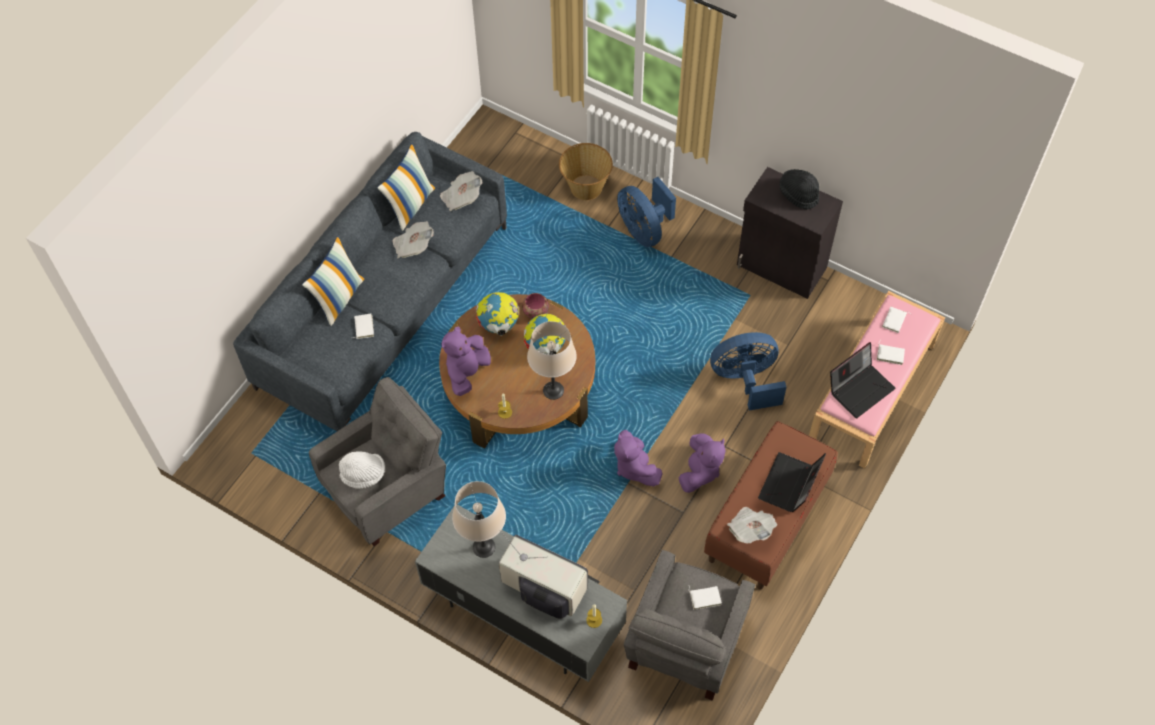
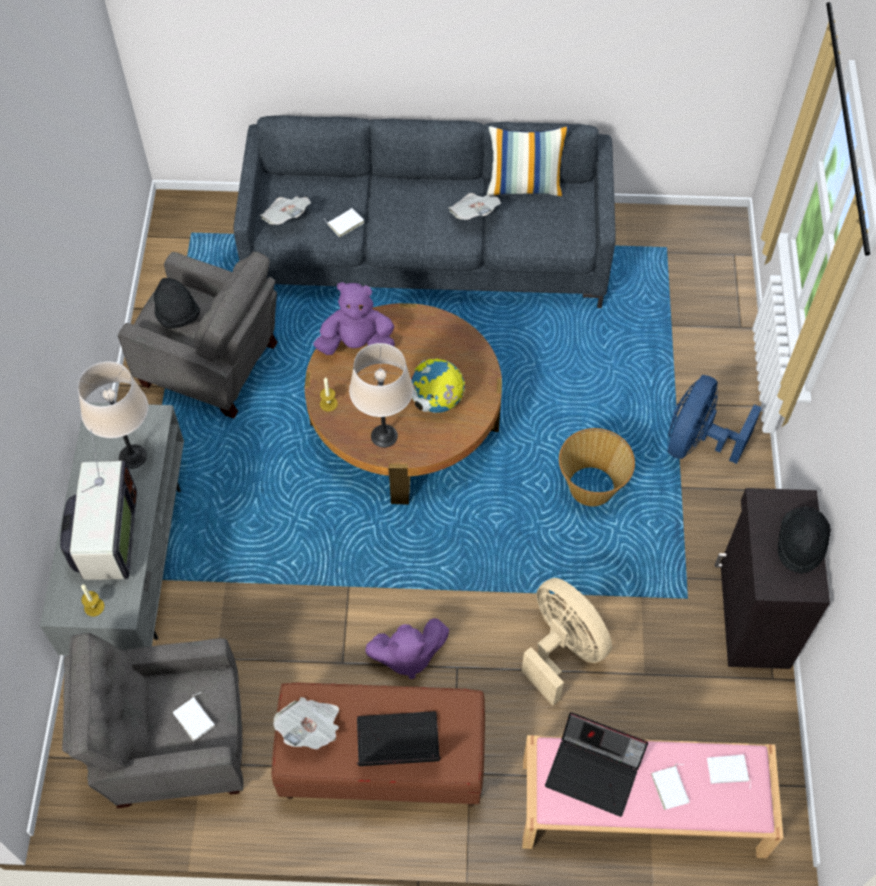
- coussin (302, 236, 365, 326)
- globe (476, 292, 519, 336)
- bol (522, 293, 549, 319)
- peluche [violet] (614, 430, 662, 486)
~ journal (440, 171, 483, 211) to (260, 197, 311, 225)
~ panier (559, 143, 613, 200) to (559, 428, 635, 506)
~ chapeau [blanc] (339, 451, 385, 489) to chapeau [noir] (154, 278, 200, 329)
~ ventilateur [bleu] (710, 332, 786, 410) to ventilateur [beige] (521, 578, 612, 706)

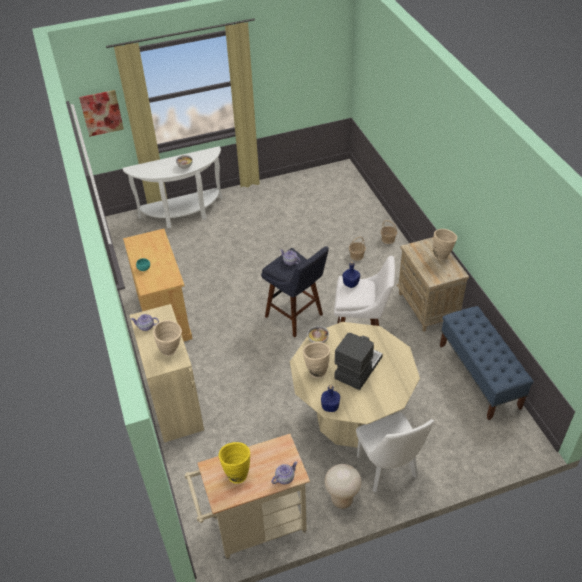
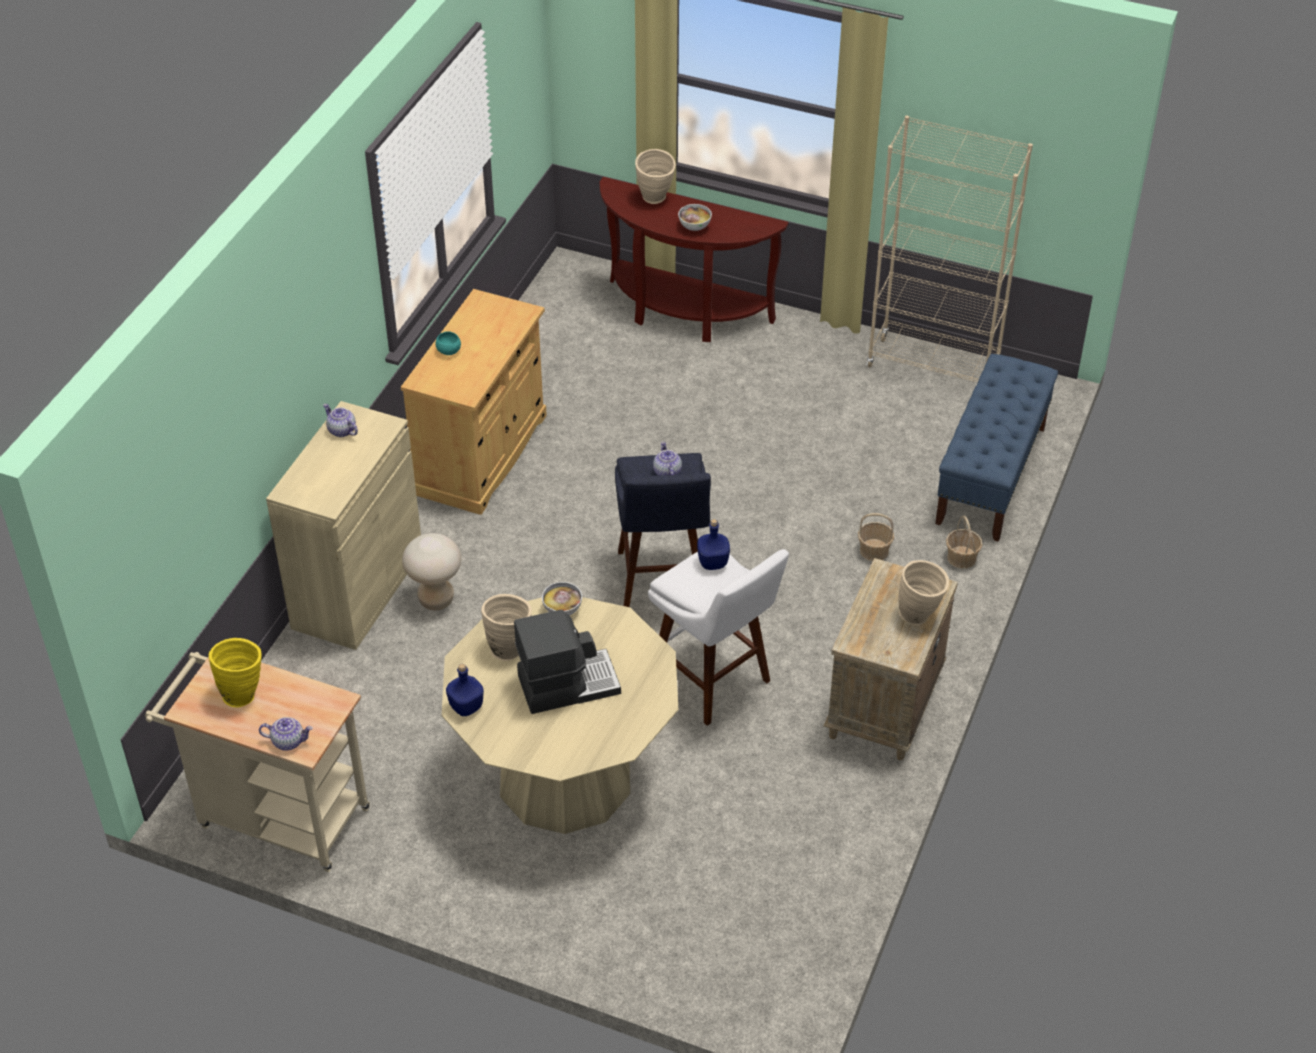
- tableau (79, 90, 124, 137)
- chaise [blanc] (356, 413, 434, 492)
+ bibliothèque [beige] (866, 115, 1033, 382)
~ vase [beige] (153, 320, 182, 356) to (635, 149, 676, 204)
~ tabouret [beige] (325, 464, 361, 509) to (402, 533, 461, 610)
~ banc [bleu] (440, 306, 534, 420) to (935, 354, 1058, 542)
~ table console [blanc] (122, 146, 223, 228) to table console [marron] (600, 177, 789, 342)

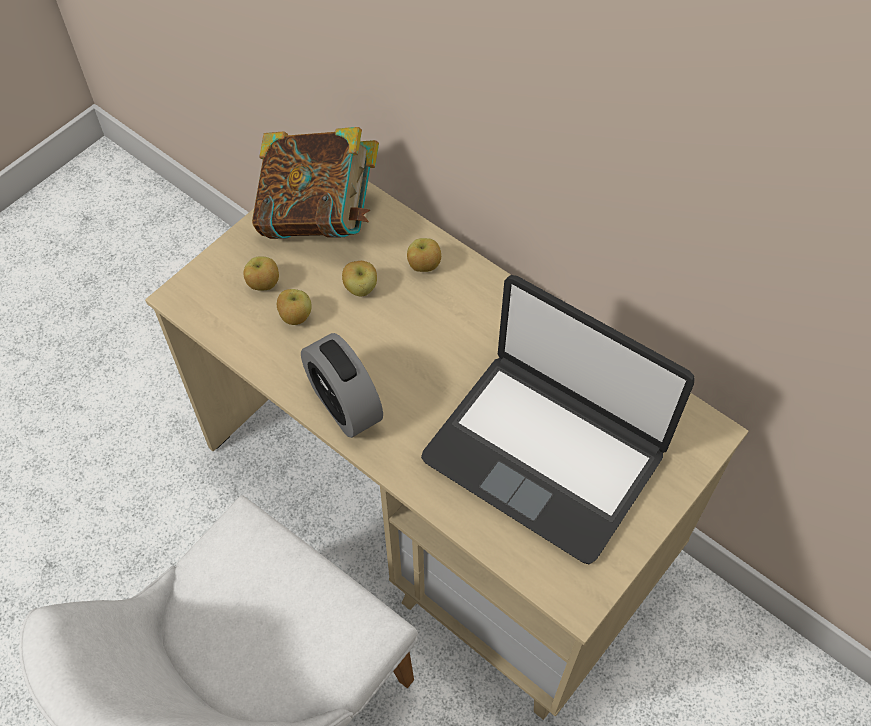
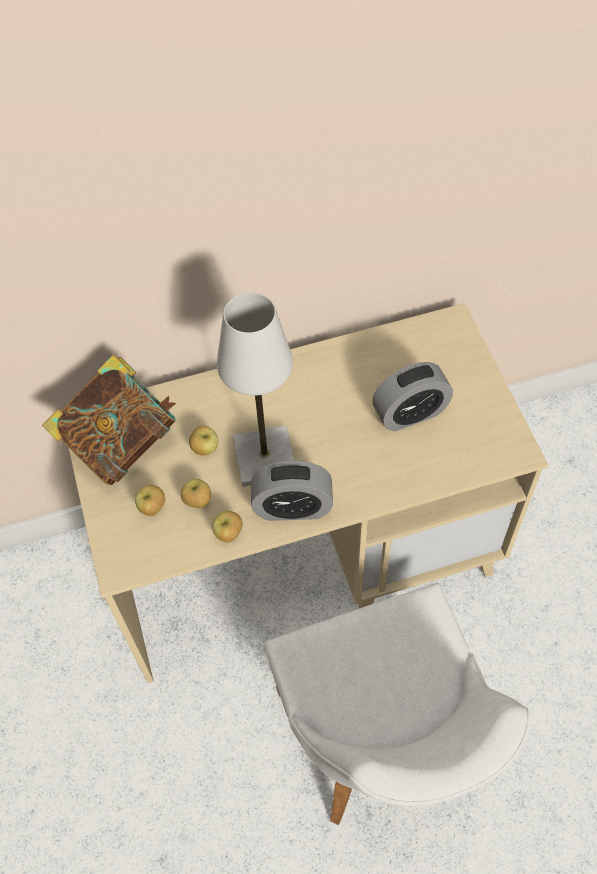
+ lampe de table [blanc] (217, 292, 295, 487)
~ pomme (407, 238, 441, 272) to (212, 511, 243, 542)
~ ordinateur portable (421, 275, 695, 564) to réveil (372, 362, 453, 431)

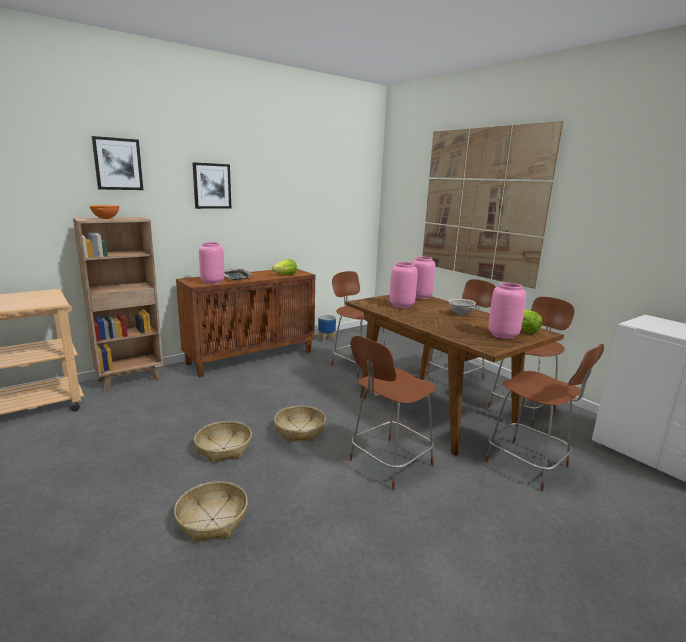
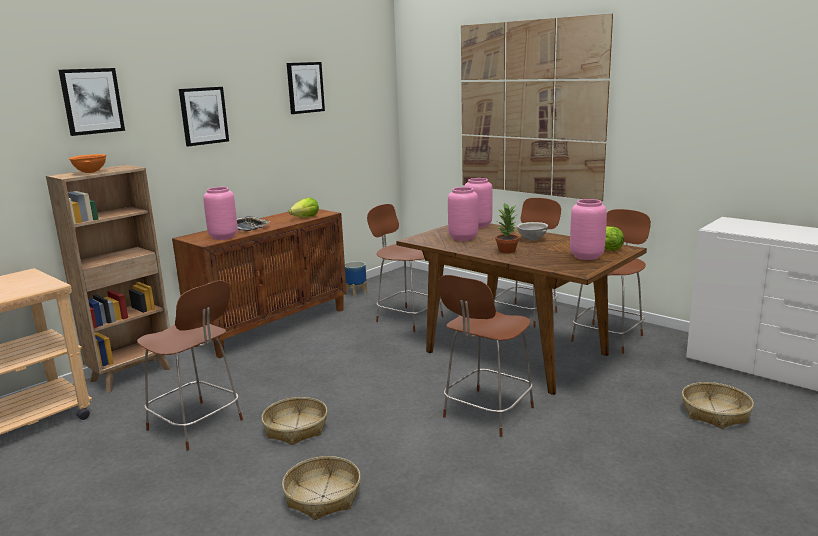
+ tableau (287, 62, 325, 114)
+ plante en pot (495, 204, 519, 253)
~ panier (274, 406, 326, 442) to (682, 382, 754, 429)
~ chaise [marron] (485, 344, 604, 491) to (137, 280, 243, 451)

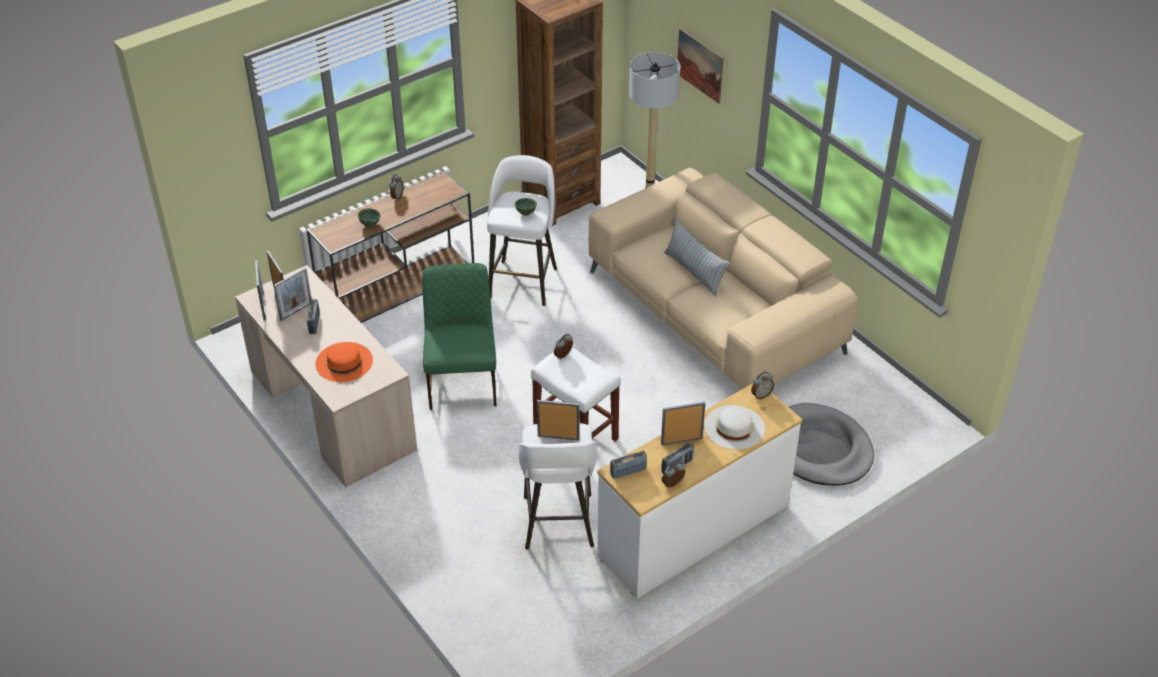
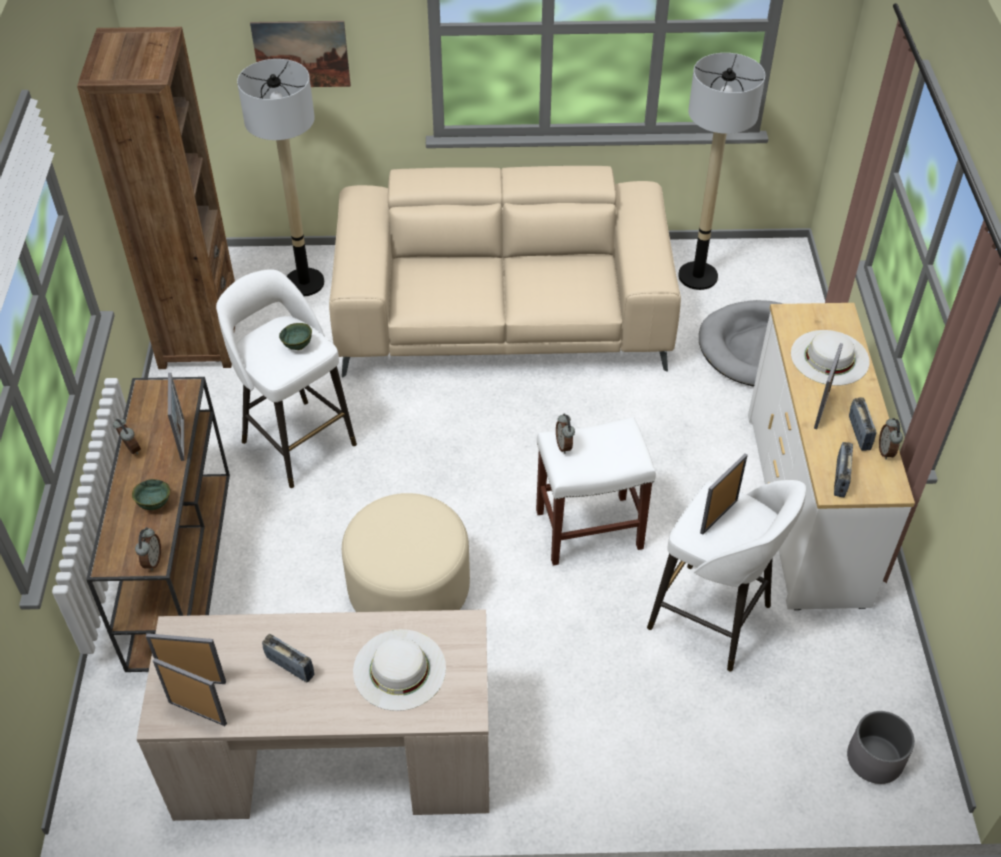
- coussin (664, 219, 729, 297)
+ lampadaire (678, 53, 765, 290)
+ cache-pot [gris] (847, 711, 915, 784)
~ cadre photo (274, 268, 312, 321) to (168, 373, 184, 461)
~ réveil (751, 372, 774, 399) to (135, 527, 161, 571)
~ chaise [vert] (422, 263, 497, 410) to pouf [beige] (342, 493, 470, 612)
~ chapeau [orange] (315, 342, 373, 382) to chapeau [blanc] (353, 629, 446, 711)

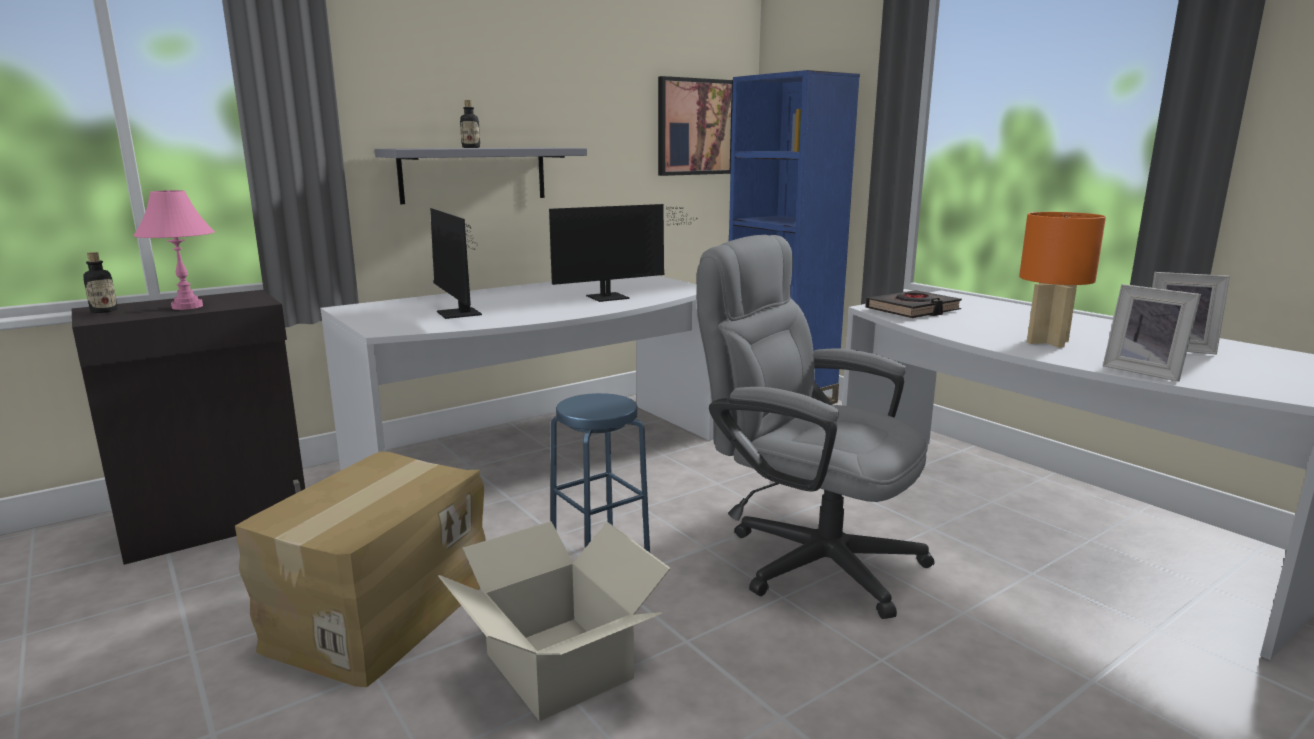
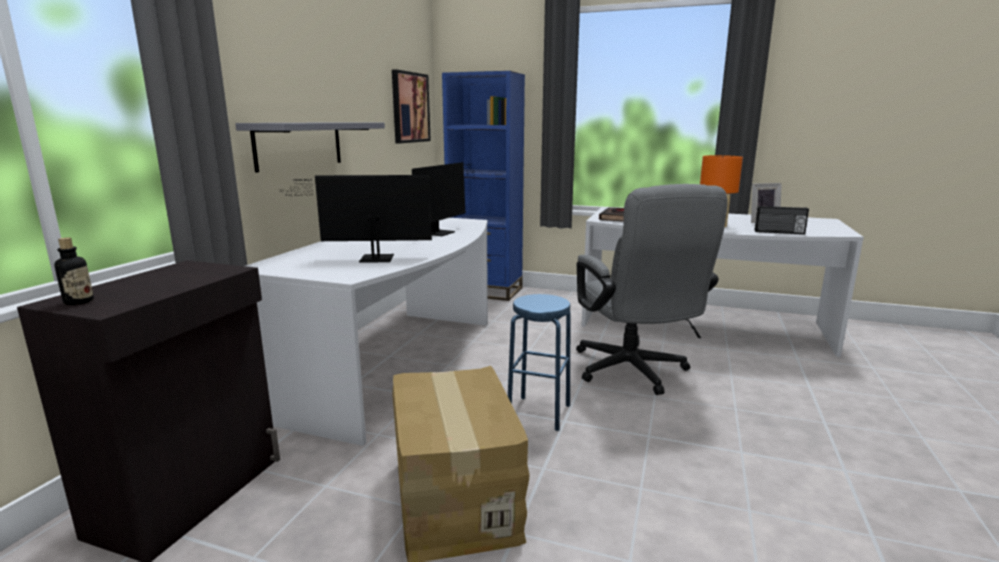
- lampe de table [rose] (133, 190, 215, 310)
- carton (438, 521, 671, 721)
- bouteille (460, 100, 480, 148)
~ cadre photo (1103, 284, 1201, 381) to radio (755, 206, 809, 234)
~ écran d'ordinateur (430, 208, 482, 319) = (279, 175, 432, 263) 150 degrees clockwise
~ chaise de bureau [gris] (697, 235, 935, 619) = (576, 184, 728, 395) 105 degrees counterclockwise

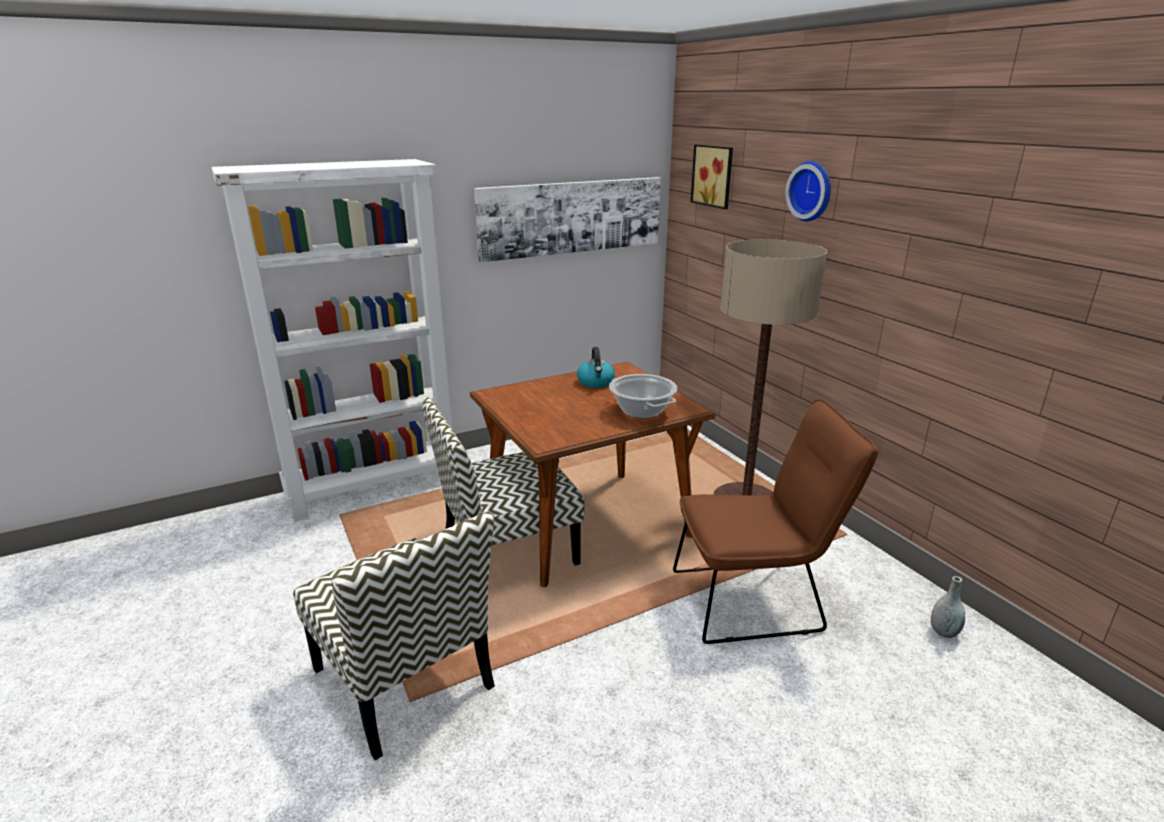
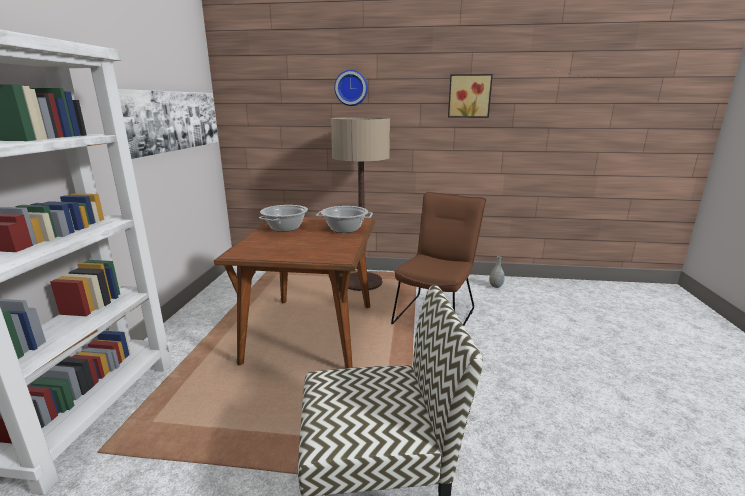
- chaise (422, 397, 584, 565)
~ tableau (691, 144, 733, 209) to (448, 74, 493, 118)
~ bouilloire (577, 347, 615, 388) to marmite (259, 205, 308, 232)

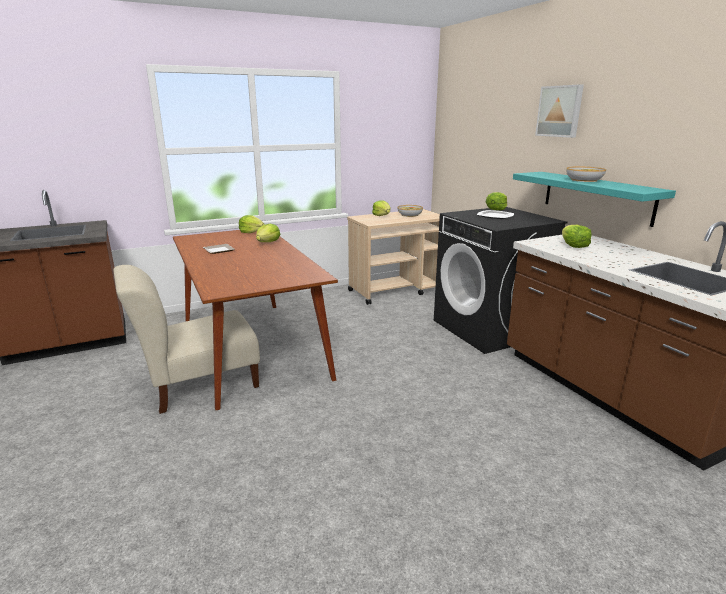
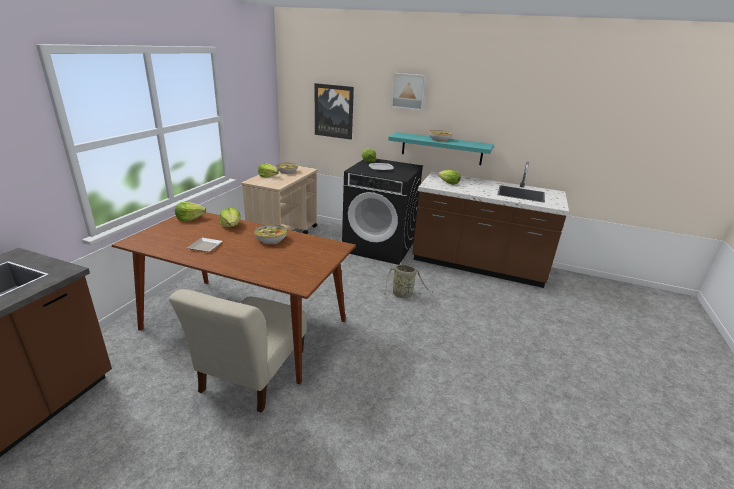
+ bol (254, 224, 287, 244)
+ tableau (315, 83, 354, 140)
+ panier (382, 265, 433, 298)

